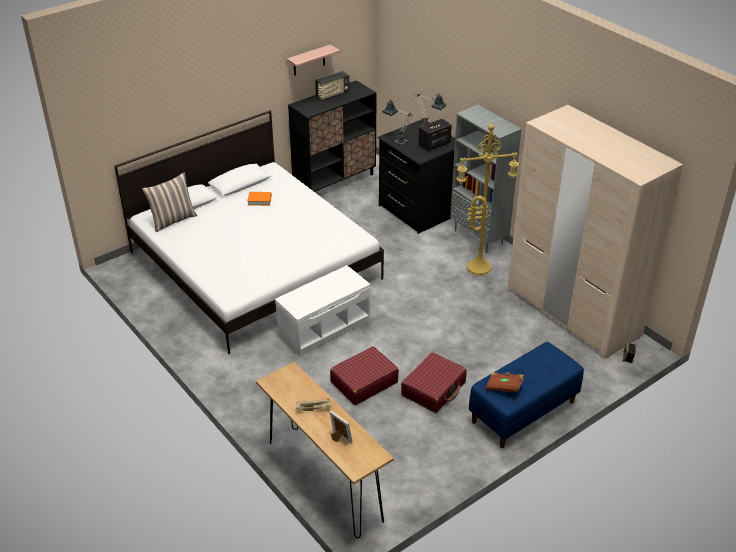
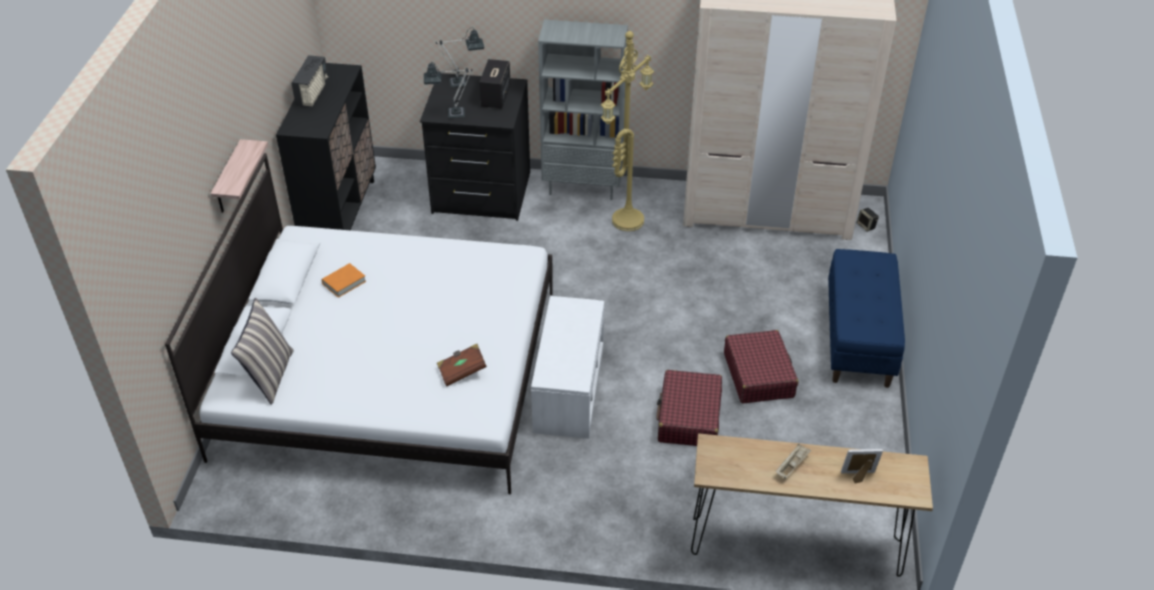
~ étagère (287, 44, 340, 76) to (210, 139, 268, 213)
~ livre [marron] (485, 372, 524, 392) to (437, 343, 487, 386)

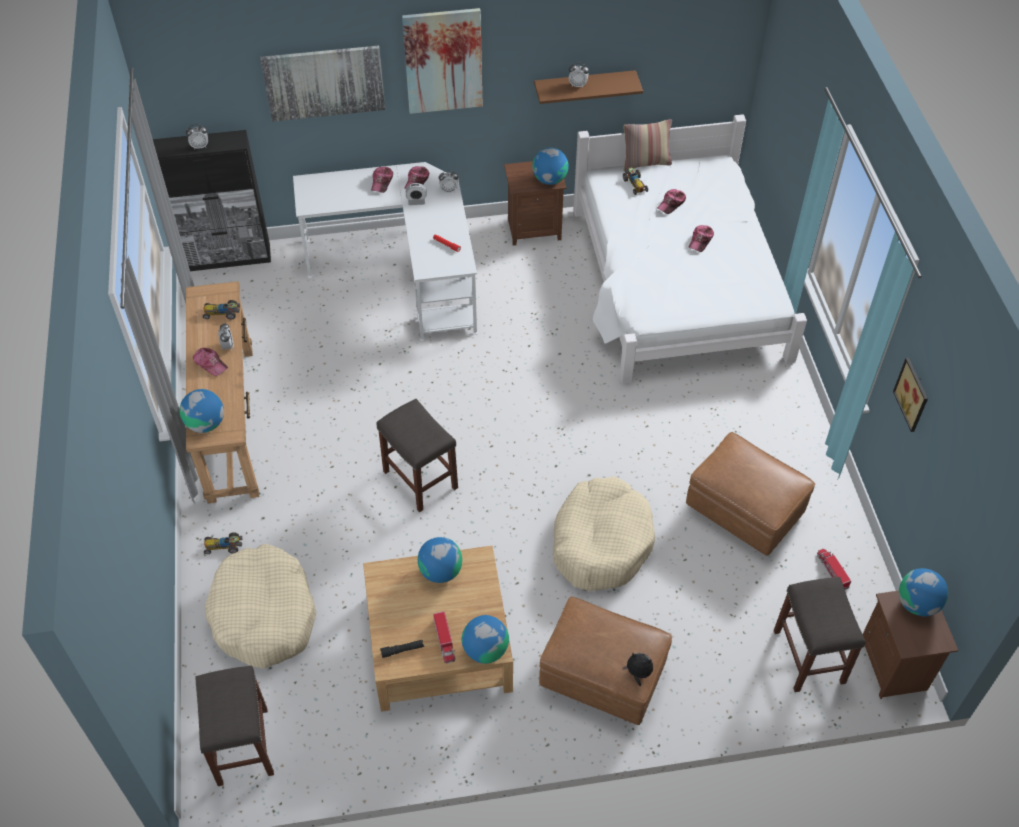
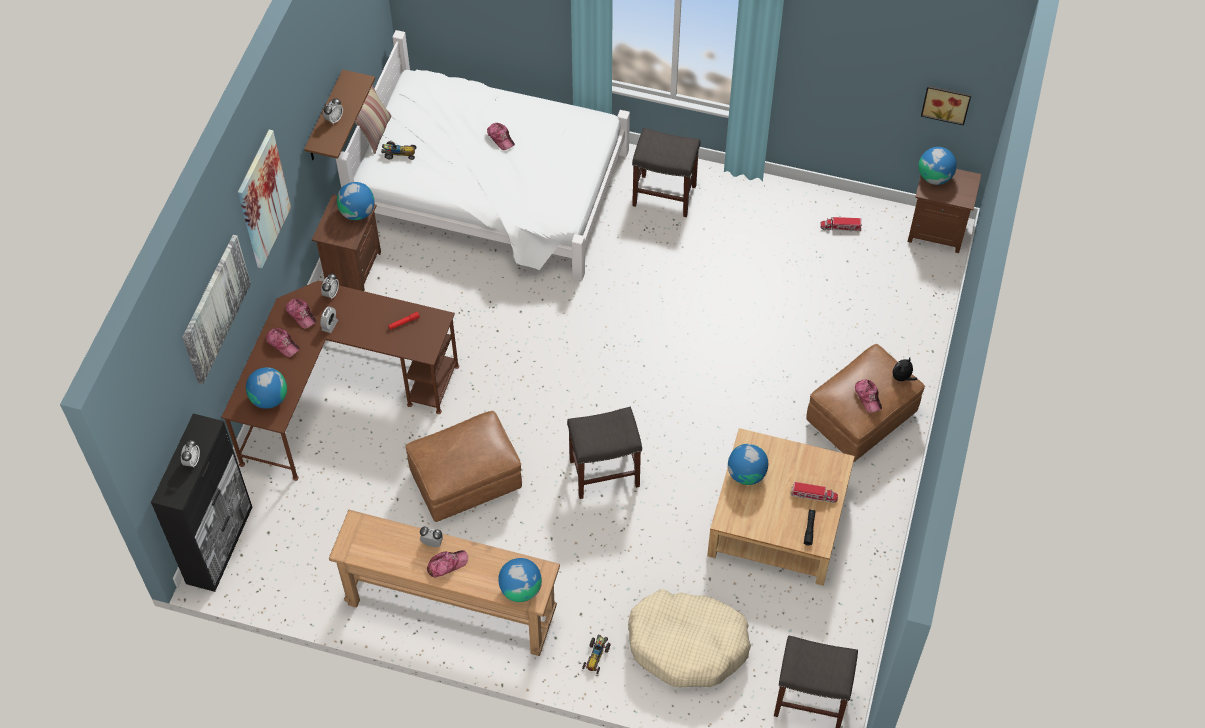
- petite voiture (203, 300, 240, 320)
- panier pour chien [beige] (553, 476, 655, 591)
~ globe (462, 615, 509, 664) to (246, 367, 287, 409)
~ casquette (657, 189, 686, 214) to (855, 379, 882, 412)
~ pouf [marron] (686, 432, 815, 556) to (406, 411, 522, 522)
~ tabouret [gris] (774, 577, 866, 692) to (632, 128, 700, 217)
~ tableau (893, 358, 928, 432) to (921, 85, 972, 126)
~ bureau [blanc] (293, 162, 478, 341) to bureau [marron] (221, 280, 459, 481)

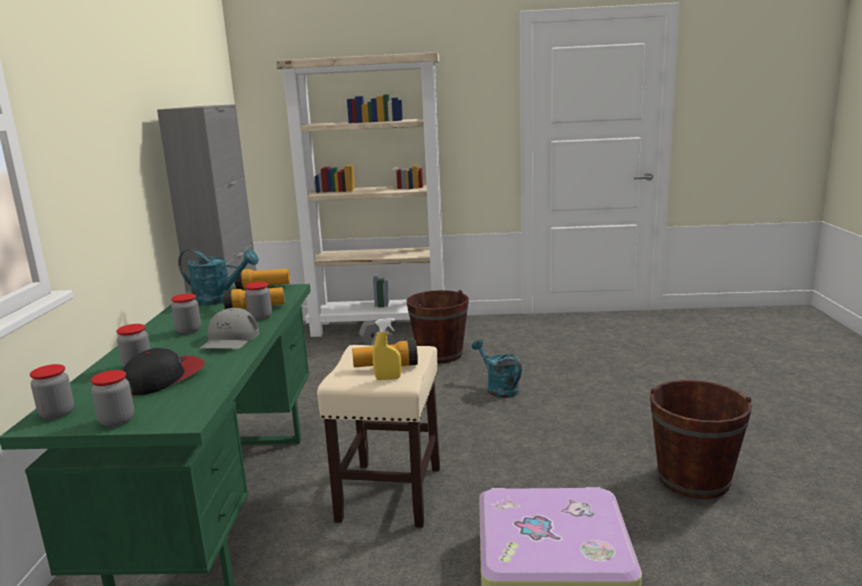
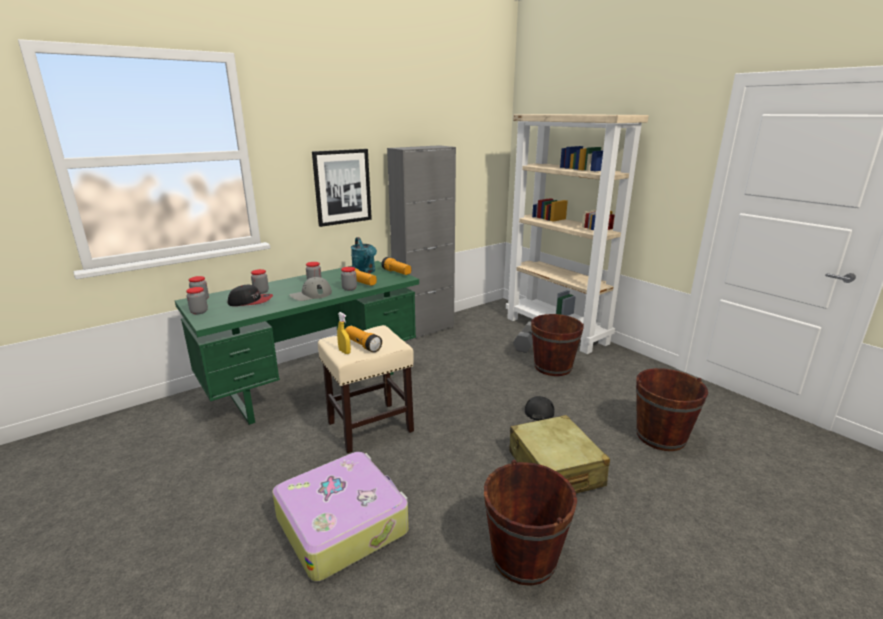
+ tableau (312, 149, 372, 227)
+ valise [beige] (510, 415, 610, 493)
+ seau [marron] (636, 368, 708, 451)
~ arrosoir [turquoise] (472, 339, 522, 398) to casquette [noir] (525, 396, 555, 421)

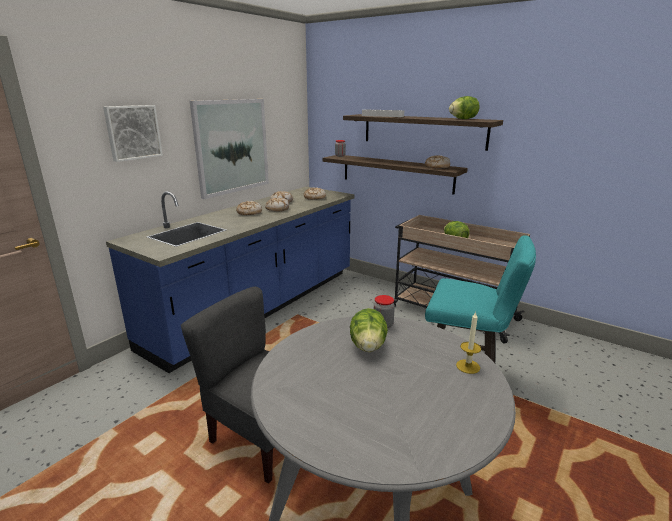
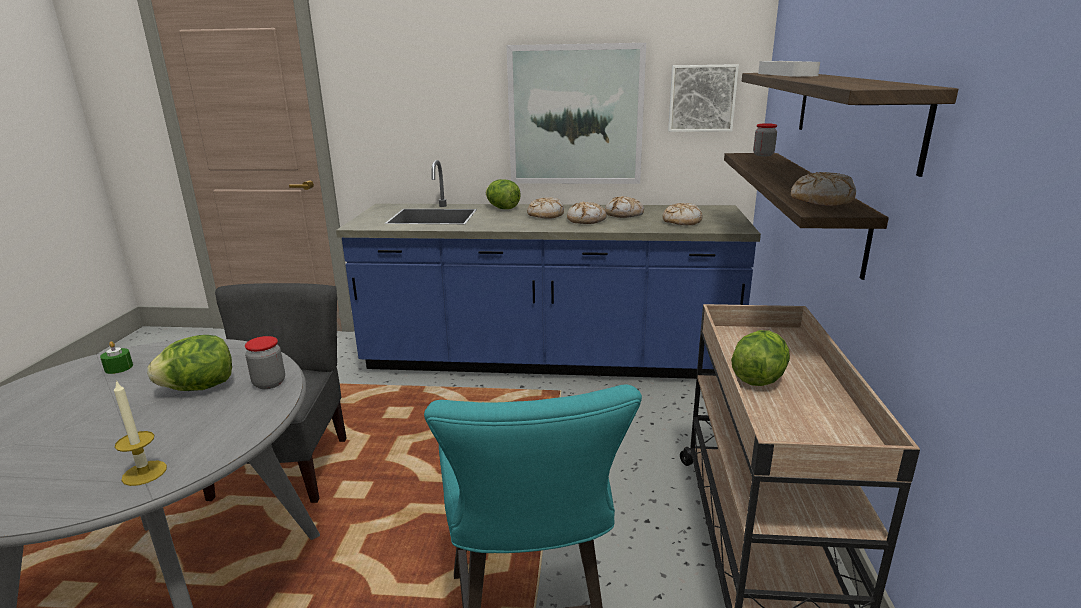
+ bougie [vert] (100, 341, 133, 374)
~ tableau (103, 105, 163, 162) to (668, 64, 739, 132)
~ laitue (449, 96, 480, 119) to (486, 179, 521, 209)

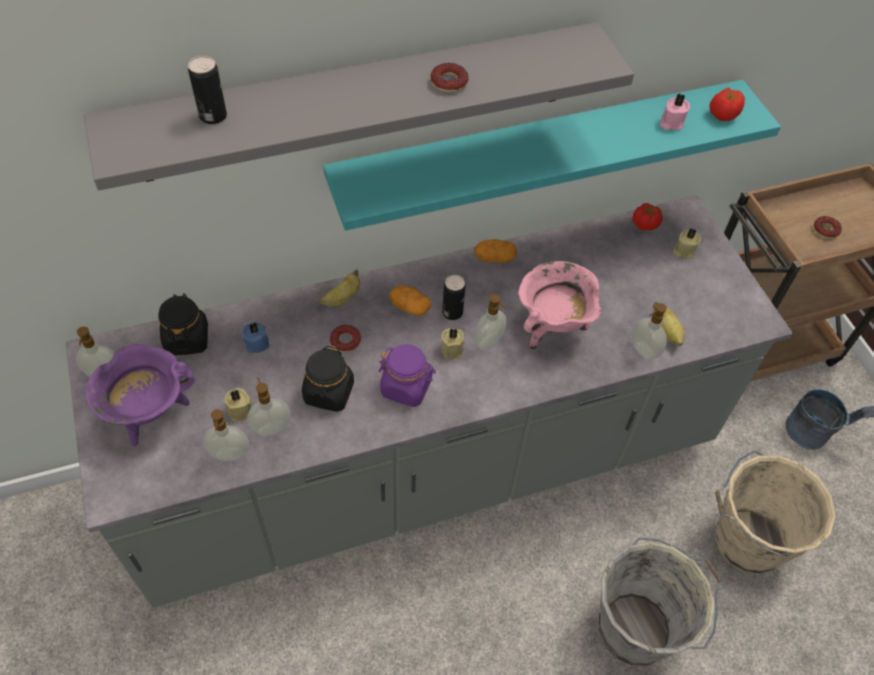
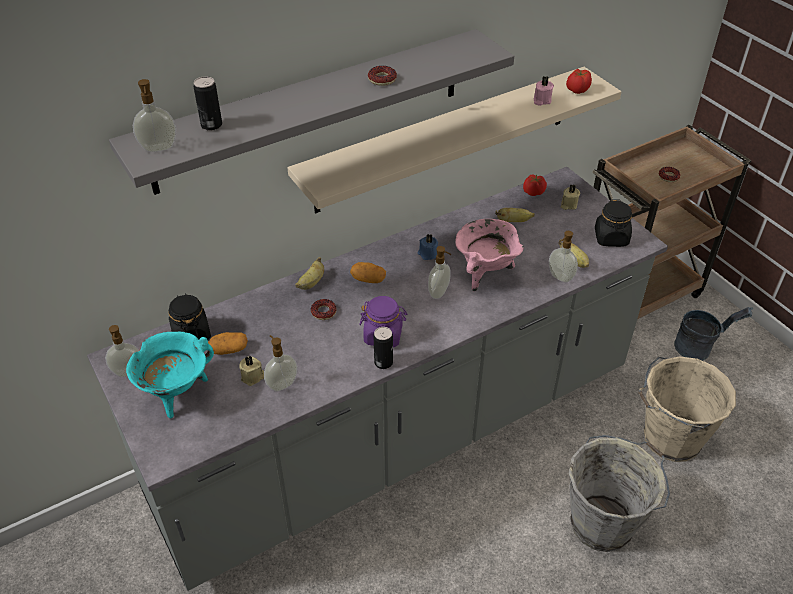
- bougie [beige] (441, 328, 464, 359)
+ banane (495, 208, 535, 222)
~ distributeur de savon (203, 409, 249, 461) to (133, 79, 176, 152)
~ bougie [bleu] (243, 322, 269, 353) to (418, 234, 438, 260)
~ bocal [noir] (302, 346, 354, 412) to (595, 199, 632, 247)
~ boîte métallique (442, 275, 466, 320) to (374, 327, 393, 369)
~ pomme de terre (475, 239, 517, 263) to (208, 332, 248, 355)
~ marmite [violet] (85, 344, 195, 446) to marmite [turquoise] (126, 332, 214, 419)
~ étagère [turquoise] (323, 80, 781, 231) to étagère [beige] (287, 67, 622, 213)

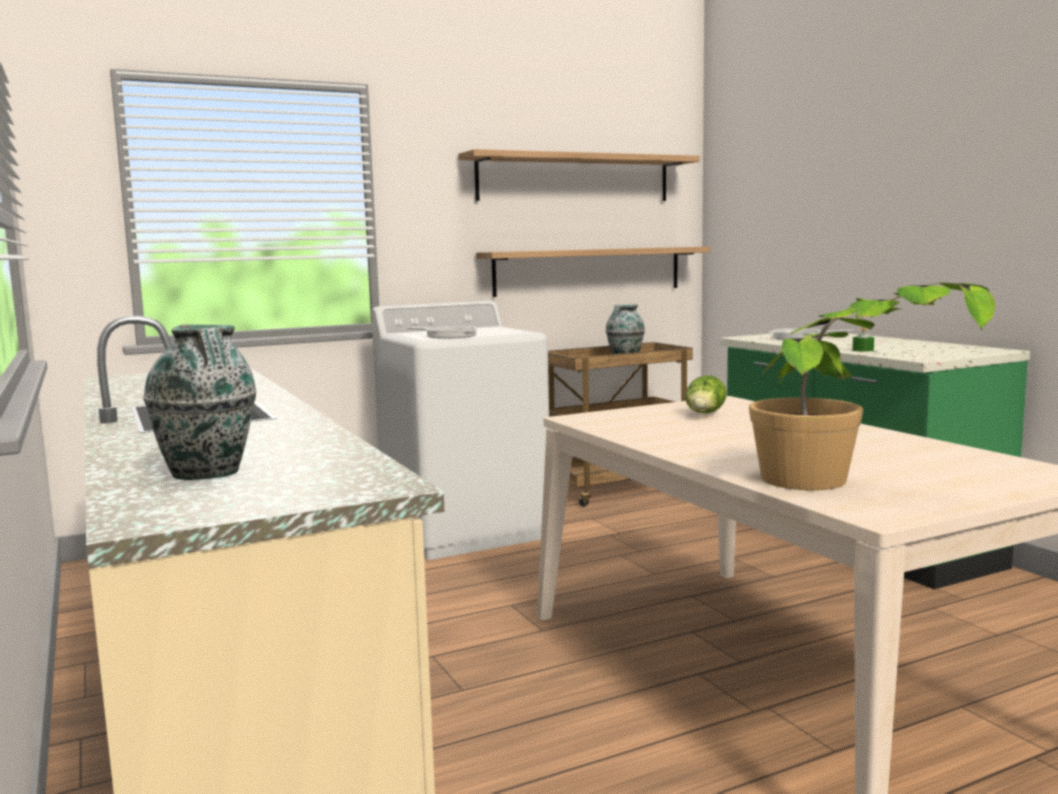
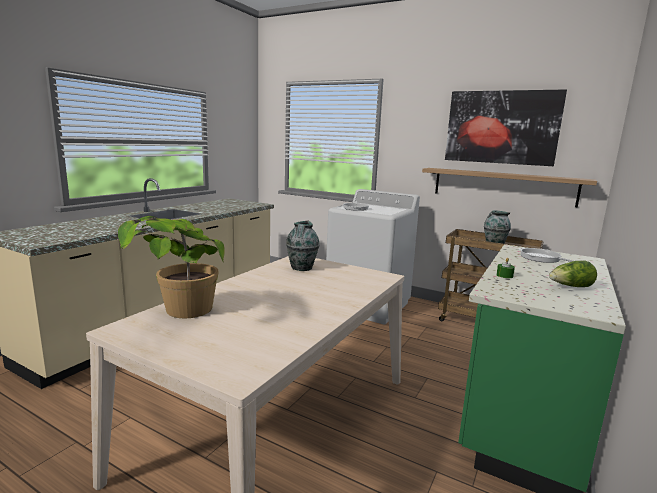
~ vase (143, 325, 256, 480) to (286, 221, 320, 271)
~ laitue (685, 375, 727, 413) to (549, 261, 597, 287)
~ étagère (458, 149, 700, 201) to tableau (445, 89, 567, 166)

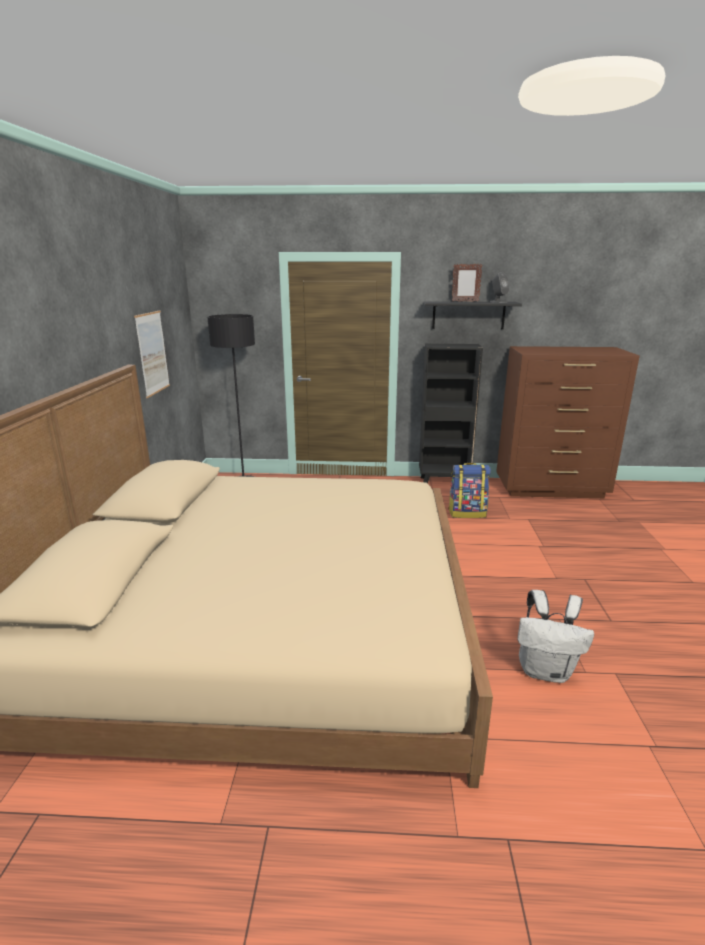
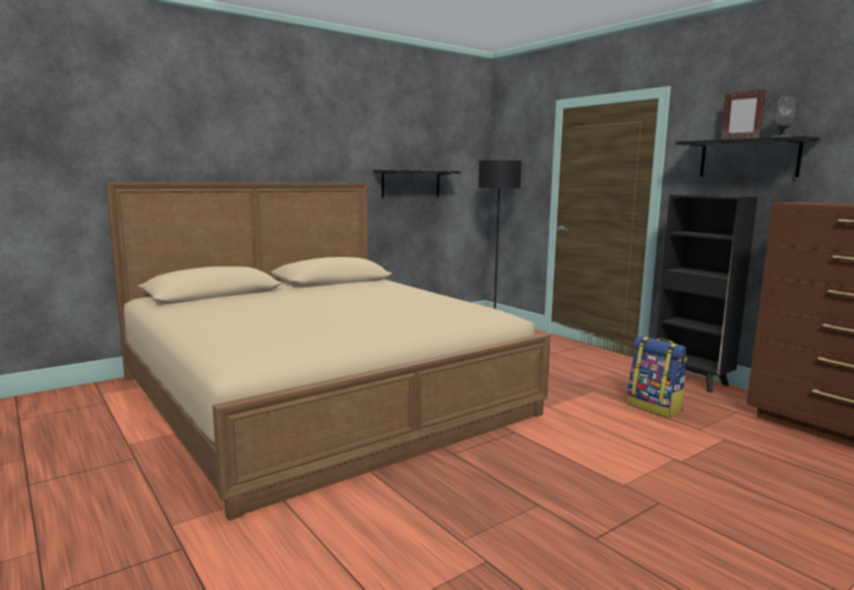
- sac à dos [blanc] (517, 590, 594, 683)
~ tableau (134, 311, 170, 398) to étagère [noir] (373, 170, 461, 197)

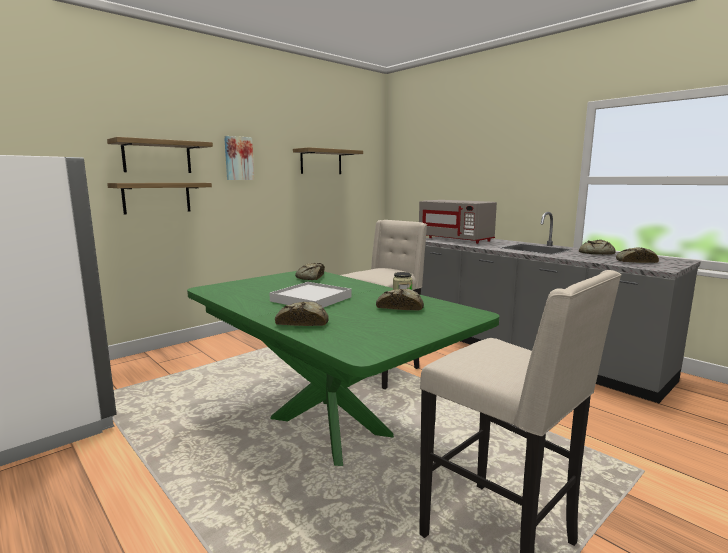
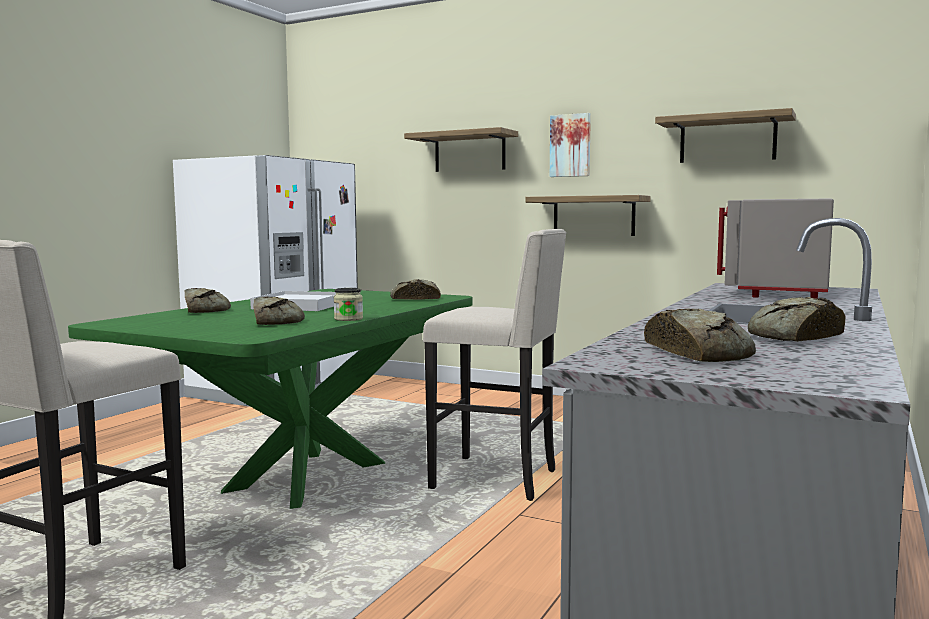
~ étagère (107, 183, 212, 214) to (525, 195, 651, 236)

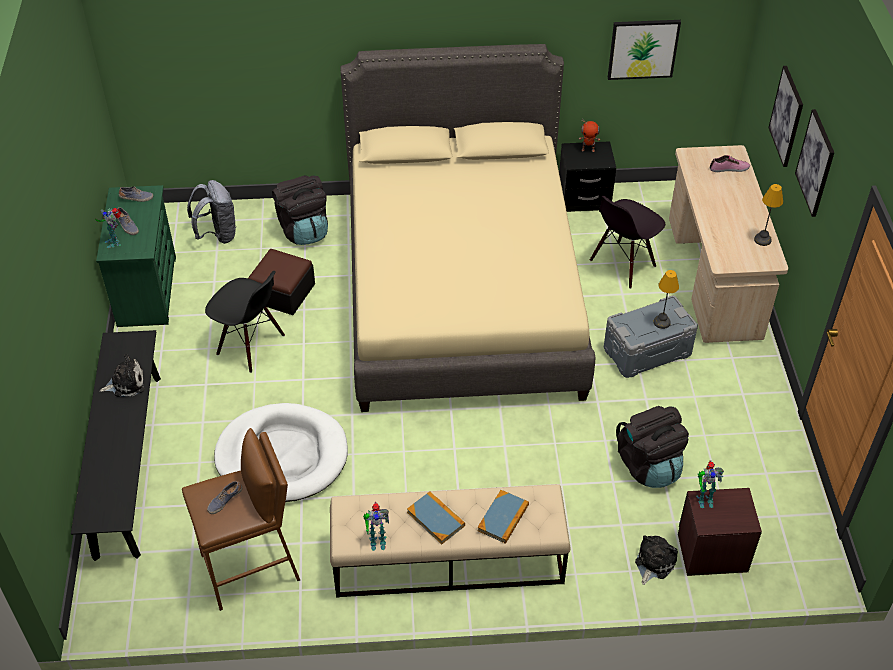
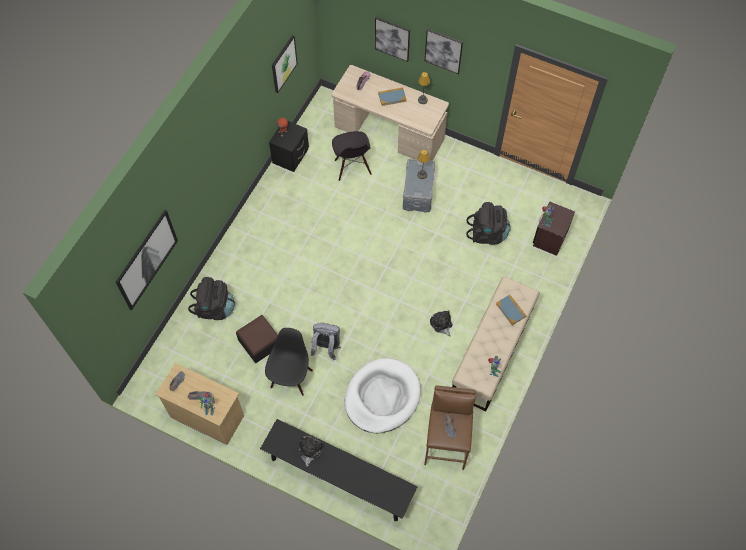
- lit [beige] (340, 44, 595, 412)
+ tableau (116, 210, 178, 310)
~ sac à dos [gris] (187, 180, 236, 244) to (311, 323, 341, 360)
~ livre (407, 491, 465, 544) to (378, 87, 407, 106)
~ peluche (635, 535, 678, 585) to (430, 310, 453, 336)
~ commode [vert] (96, 185, 176, 327) to commode [beige] (156, 363, 244, 445)
~ chaise [noir] (205, 271, 285, 373) = (265, 328, 313, 396) 45 degrees counterclockwise

